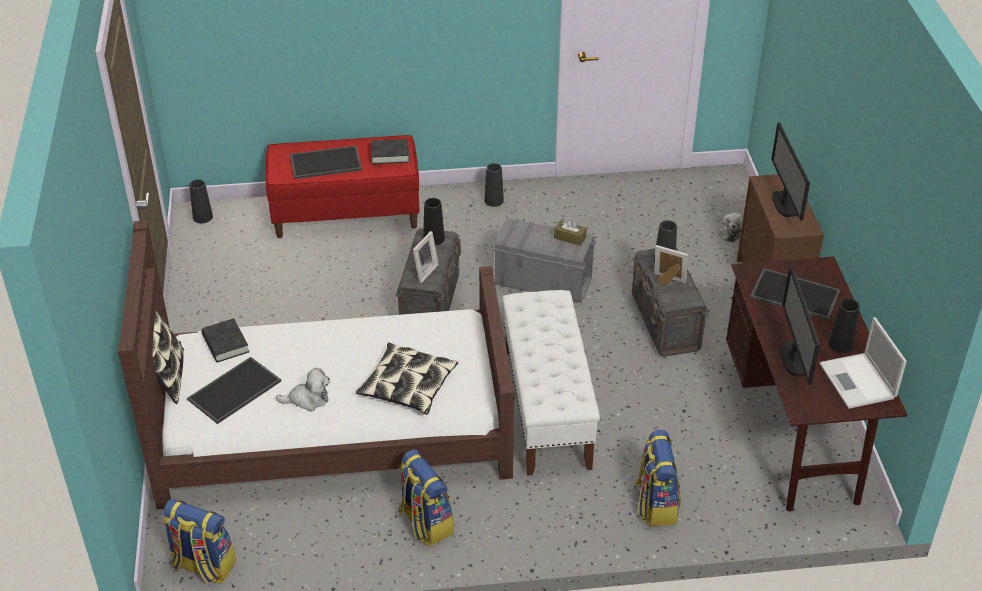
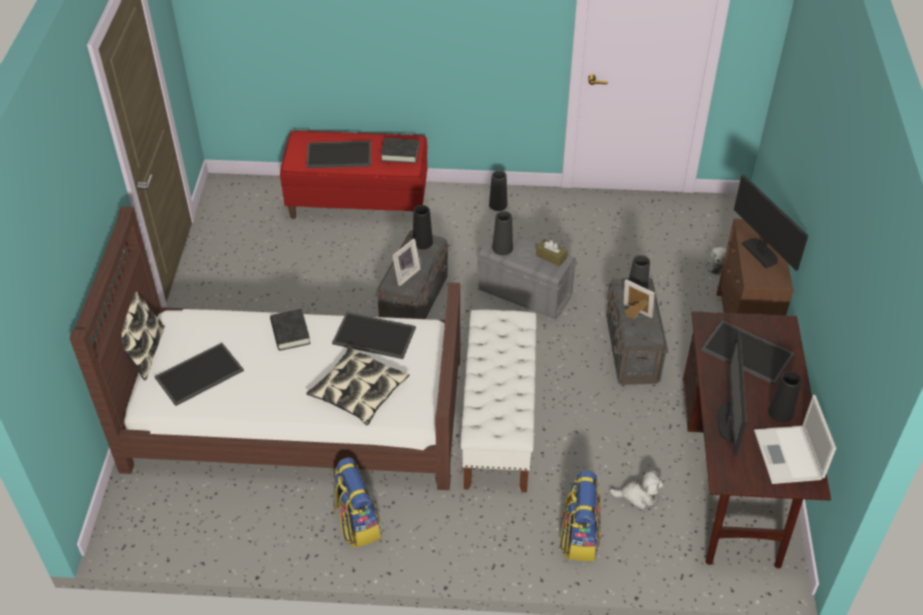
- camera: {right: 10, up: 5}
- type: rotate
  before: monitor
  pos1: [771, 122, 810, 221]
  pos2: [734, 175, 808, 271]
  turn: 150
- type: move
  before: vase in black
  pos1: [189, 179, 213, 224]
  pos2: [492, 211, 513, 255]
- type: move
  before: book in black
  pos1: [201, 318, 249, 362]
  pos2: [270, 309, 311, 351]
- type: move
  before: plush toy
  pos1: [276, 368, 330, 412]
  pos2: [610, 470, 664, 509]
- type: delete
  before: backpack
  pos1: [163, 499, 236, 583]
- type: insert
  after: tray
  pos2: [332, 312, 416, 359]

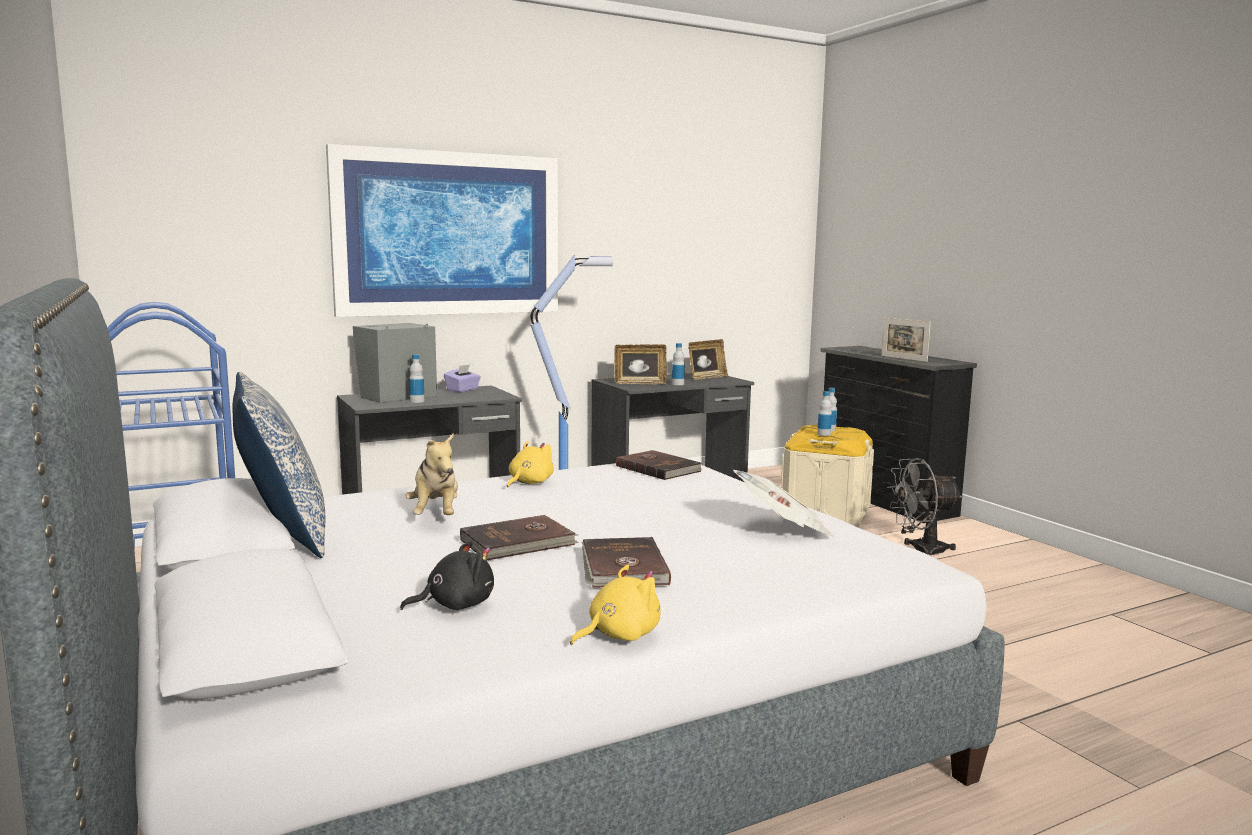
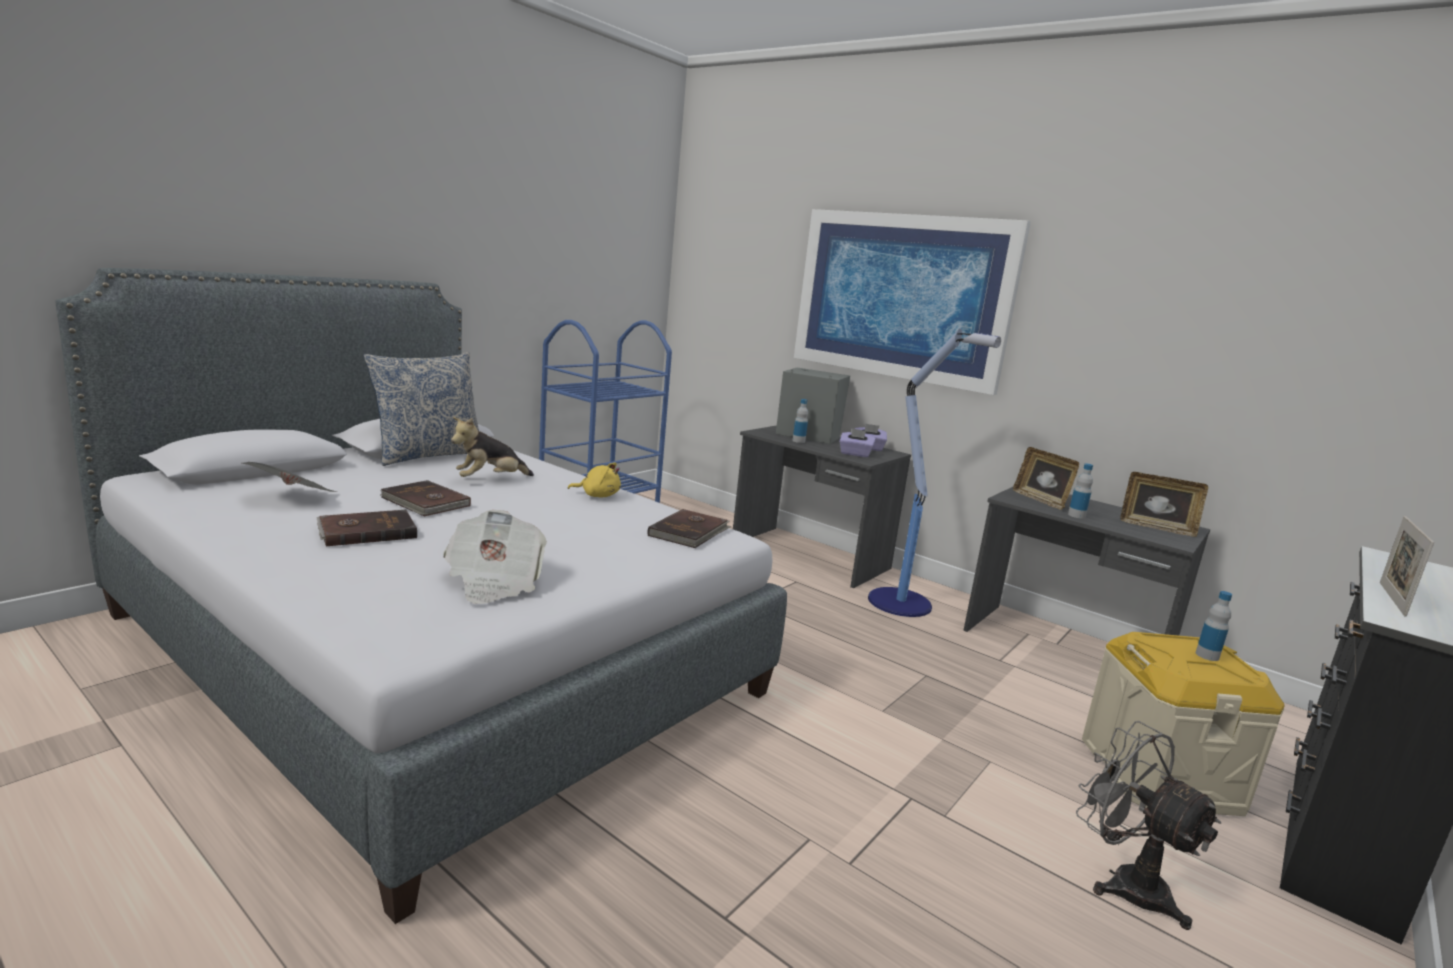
- camera: {right: 65, up: 5}
- type: delete
  before: bottle
  pos1: [817, 391, 832, 436]
- type: replace
  before: plush toy in black
  after: newspaper
  pos1: [400, 541, 494, 610]
  pos2: [242, 462, 339, 492]
- type: delete
  before: plush toy in yellow
  pos1: [570, 565, 661, 645]
- type: insert
  after: tissue box in purple
  pos2: [839, 428, 876, 458]

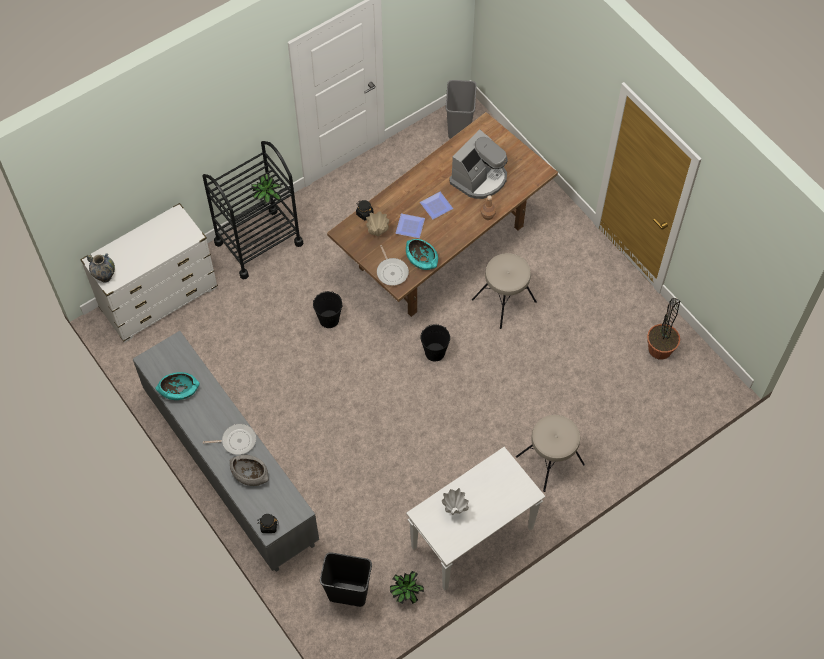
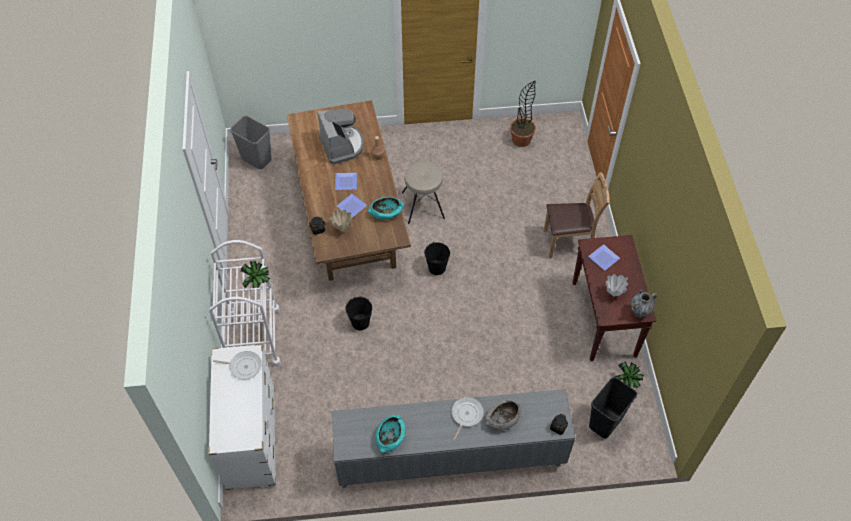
- camera: {right: -60, up: -5}
- type: recolor
  before: cart in black
  after: cart in white
  pos1: [202, 141, 303, 280]
  pos2: [209, 240, 281, 367]
- type: move
  before: frying pan
  pos1: [377, 245, 409, 286]
  pos2: [213, 351, 262, 380]
- type: move
  before: vase
  pos1: [86, 253, 115, 283]
  pos2: [631, 290, 657, 318]
- type: replace
  before: stool in beige
  after: chair in brown
  pos1: [516, 415, 585, 492]
  pos2: [544, 172, 610, 258]
- type: recolor
  before: console table in white
  after: console table in brown
  pos1: [406, 447, 545, 590]
  pos2: [572, 235, 656, 361]
- type: insert
  after: plate
  pos2: [588, 244, 620, 271]

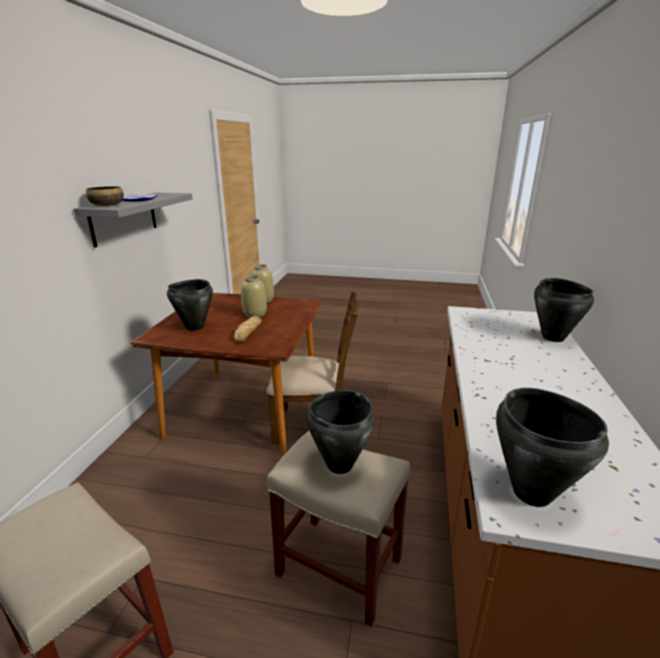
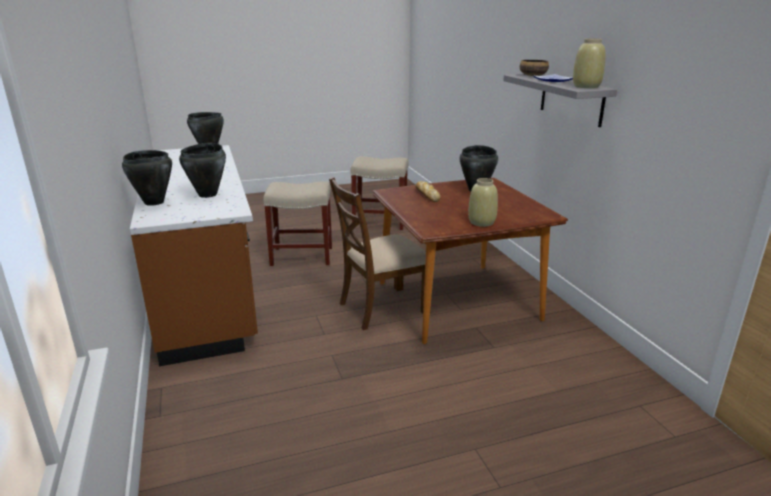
- camera: {right: 150, up: 0}
- type: move
  before: vase in beige
  pos1: [241, 275, 267, 317]
  pos2: [573, 38, 606, 88]
- type: move
  before: cooking pot in black
  pos1: [306, 390, 375, 474]
  pos2: [179, 143, 226, 198]

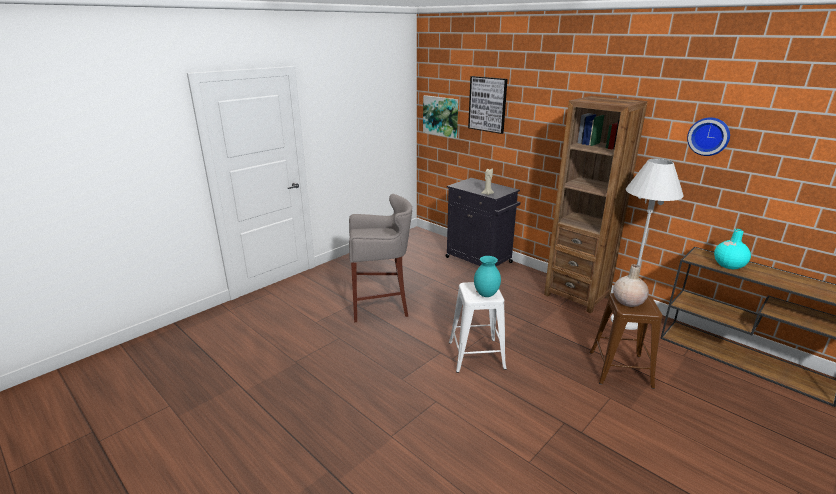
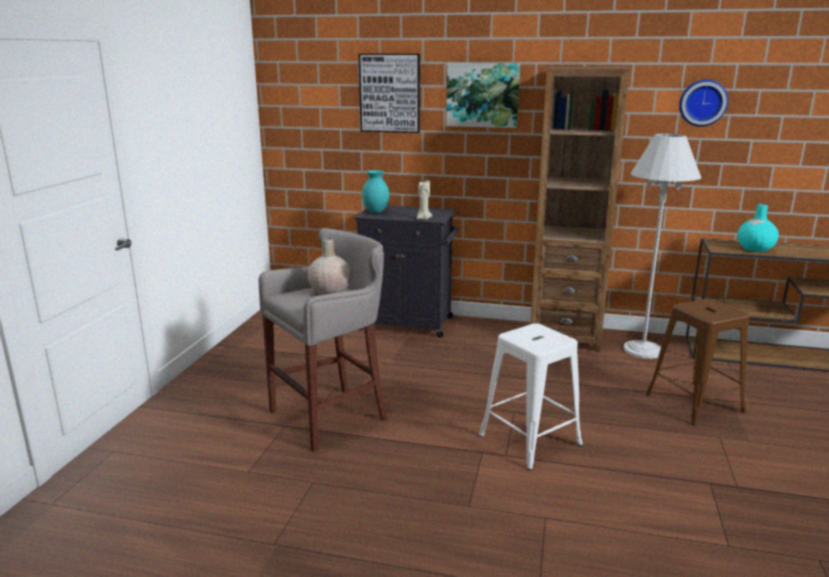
- camera: {right: -30, up: -5}
- type: move
  before: picture
  pos1: [423, 95, 458, 139]
  pos2: [446, 63, 520, 128]
- type: move
  before: vase in turquoise
  pos1: [474, 256, 501, 297]
  pos2: [362, 170, 389, 213]
- type: move
  before: vase in beige
  pos1: [613, 264, 649, 307]
  pos2: [307, 238, 352, 295]

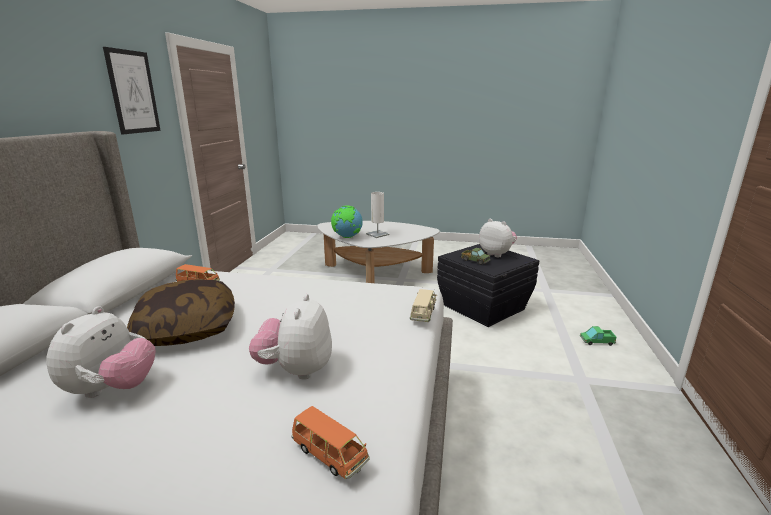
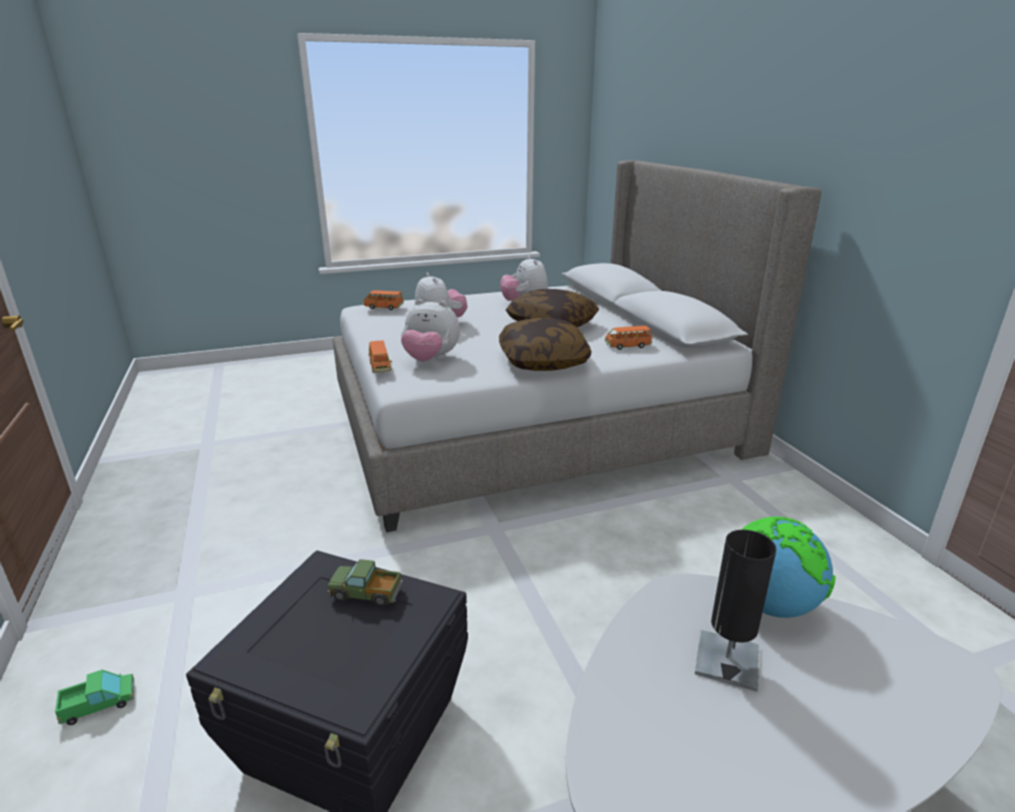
- camera: {right: 150, up: 5}
- type: delete
  before: picture
  pos1: [103, 47, 161, 135]
- type: recolor
  before: table lamp in white
  after: table lamp in black
  pos1: [366, 192, 389, 238]
  pos2: [695, 530, 776, 691]
- type: move
  before: plush toy
  pos1: [479, 219, 517, 257]
  pos2: [401, 299, 460, 361]
- type: recolor
  before: toy car in beige
  after: toy car in orange
  pos1: [410, 289, 437, 322]
  pos2: [368, 340, 392, 373]
- type: insert
  after: pillow
  pos2: [499, 318, 592, 371]

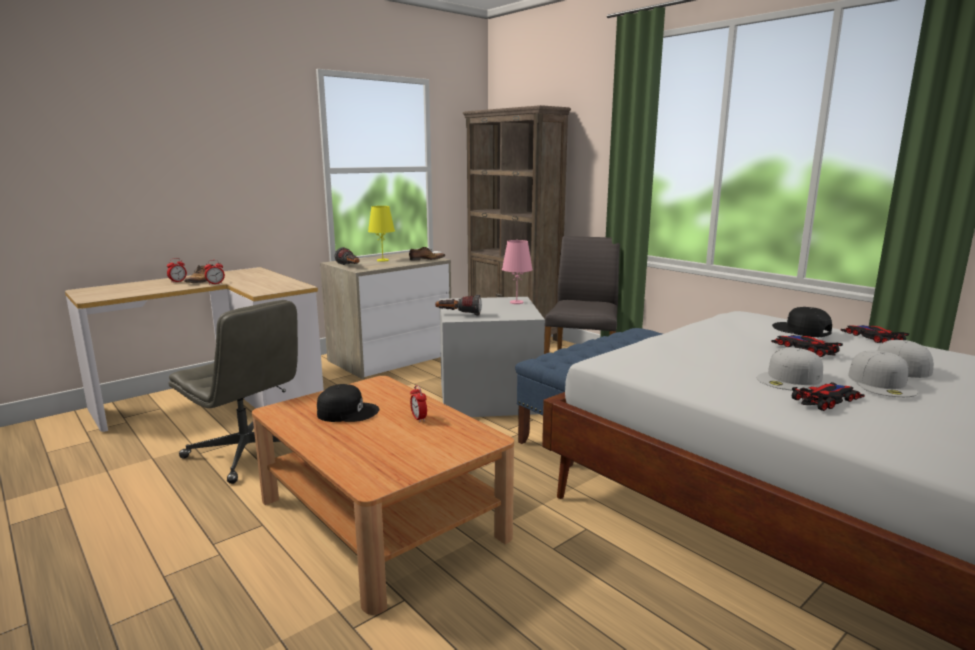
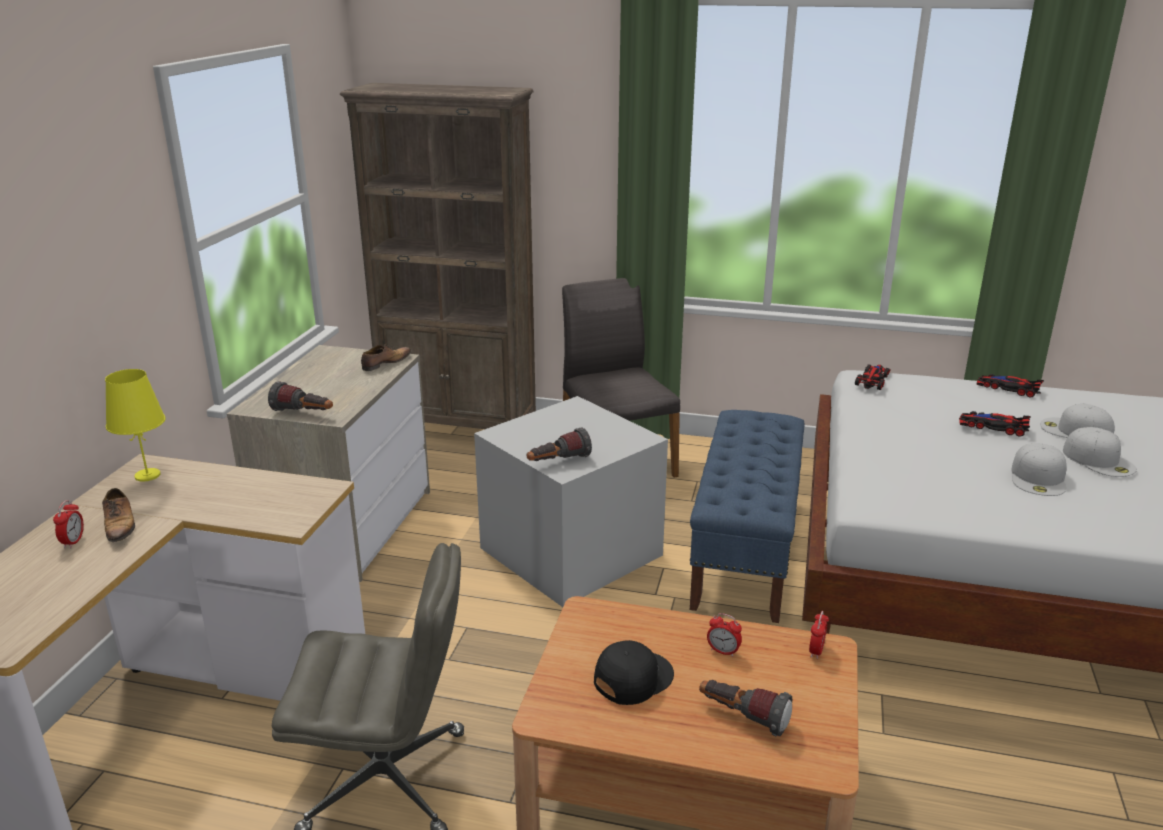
- camera: {right: -35, up: 10}
- type: move
  before: table lamp in yellow
  pos1: [368, 206, 395, 262]
  pos2: [105, 369, 166, 482]
- type: delete
  before: table lamp in pink
  pos1: [502, 240, 533, 304]
- type: move
  before: alarm clock
  pos1: [204, 260, 225, 285]
  pos2: [809, 611, 829, 659]
- type: delete
  before: cap in black
  pos1: [772, 307, 832, 337]
- type: move
  before: toy car
  pos1: [792, 382, 865, 411]
  pos2: [855, 364, 891, 390]
- type: insert
  after: flashlight
  pos2: [699, 680, 792, 736]

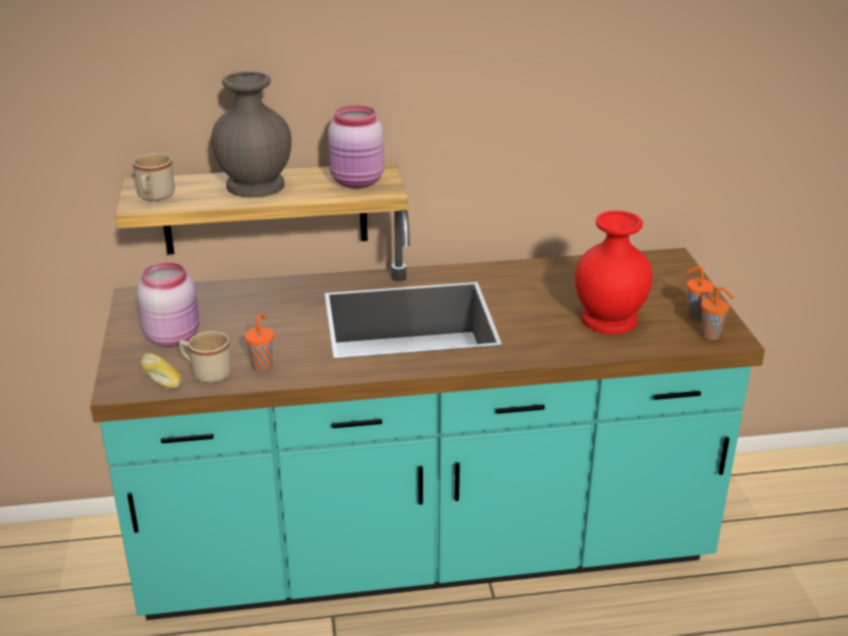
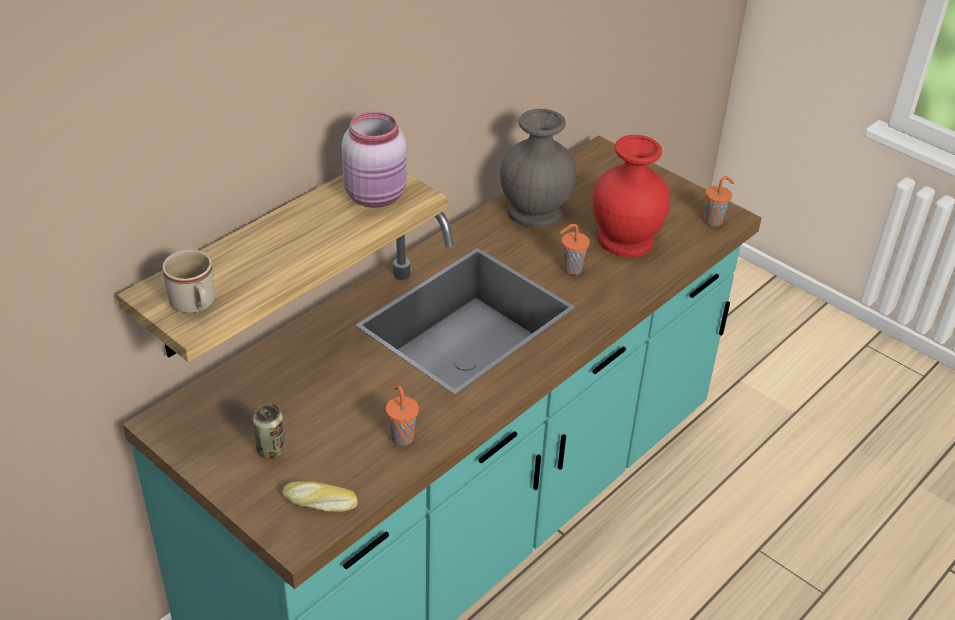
- camera: {right: -40, up: 10}
- type: move
  before: vase in grey
  pos1: [211, 71, 291, 198]
  pos2: [500, 109, 577, 228]
- type: replace
  before: jar in pink
  after: can
  pos1: [137, 262, 199, 347]
  pos2: [253, 403, 286, 459]
- type: move
  before: cup in orange
  pos1: [687, 266, 714, 320]
  pos2: [560, 224, 590, 275]
- type: delete
  before: mug in beige
  pos1: [179, 331, 232, 383]

